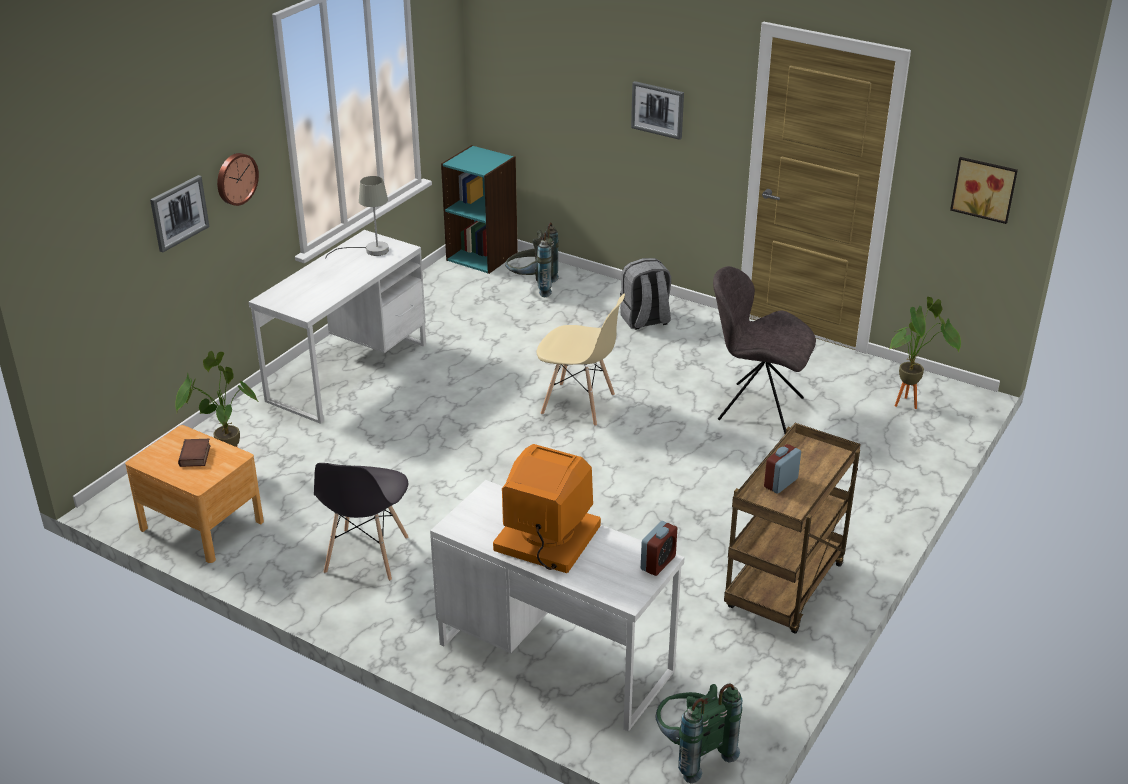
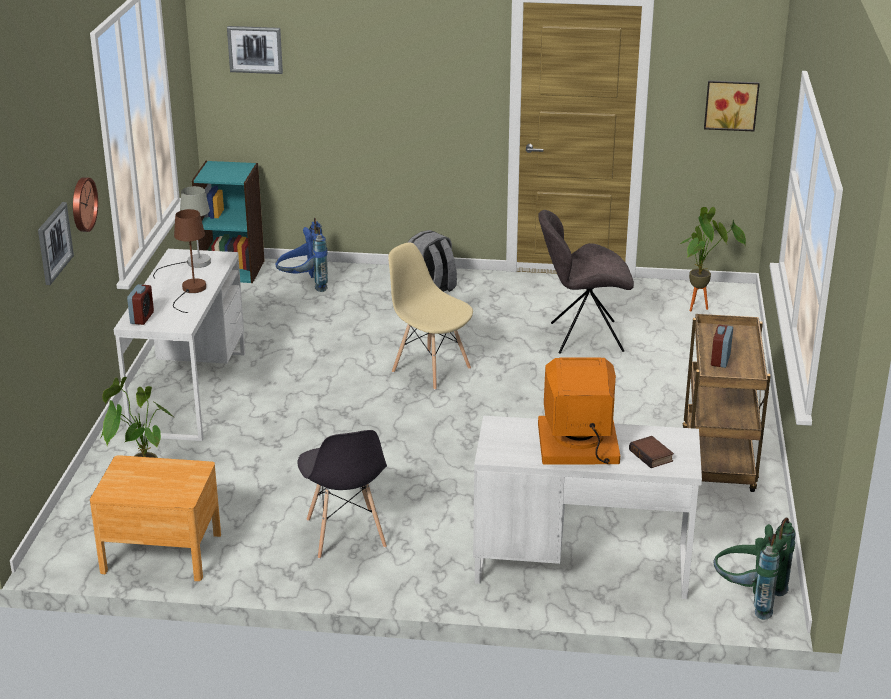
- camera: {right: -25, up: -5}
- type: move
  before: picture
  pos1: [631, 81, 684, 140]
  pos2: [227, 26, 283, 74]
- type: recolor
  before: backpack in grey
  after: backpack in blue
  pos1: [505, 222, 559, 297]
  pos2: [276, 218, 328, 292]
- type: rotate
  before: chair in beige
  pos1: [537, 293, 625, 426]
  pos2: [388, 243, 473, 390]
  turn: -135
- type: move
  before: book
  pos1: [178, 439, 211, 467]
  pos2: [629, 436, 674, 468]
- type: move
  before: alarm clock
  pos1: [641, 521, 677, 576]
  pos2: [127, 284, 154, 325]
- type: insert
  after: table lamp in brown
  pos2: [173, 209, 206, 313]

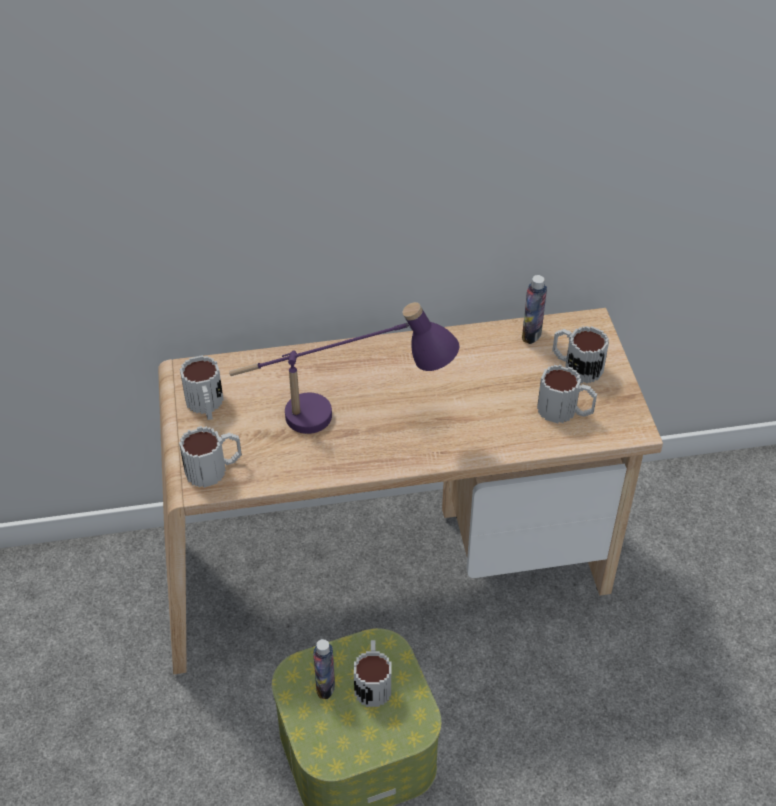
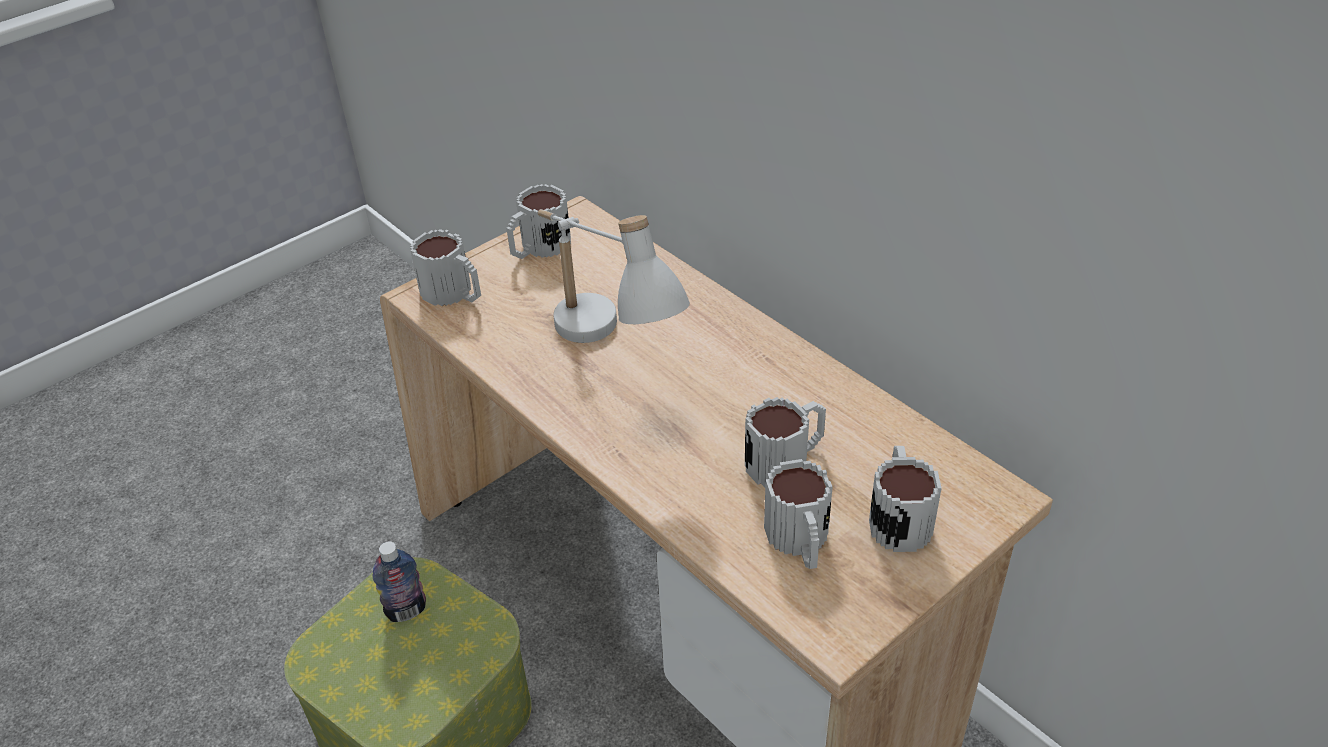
- camera: {right: 60, up: -5}
- type: delete
  before: bottle
  pos1: [522, 275, 547, 344]
- type: recolor
  before: table lamp in purple
  after: table lamp in white
  pos1: [229, 302, 459, 434]
  pos2: [538, 209, 690, 343]
- type: move
  before: mug
  pos1: [354, 640, 391, 707]
  pos2: [745, 397, 826, 487]

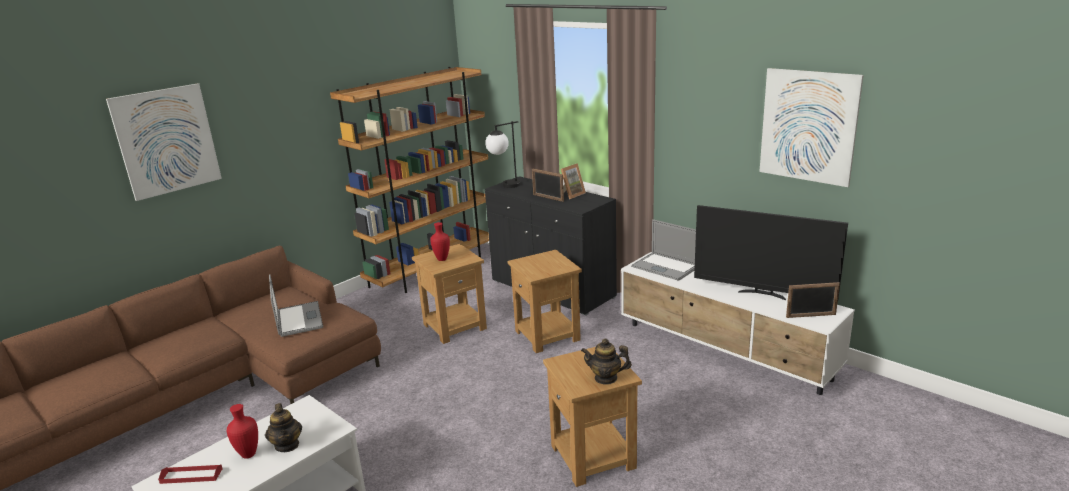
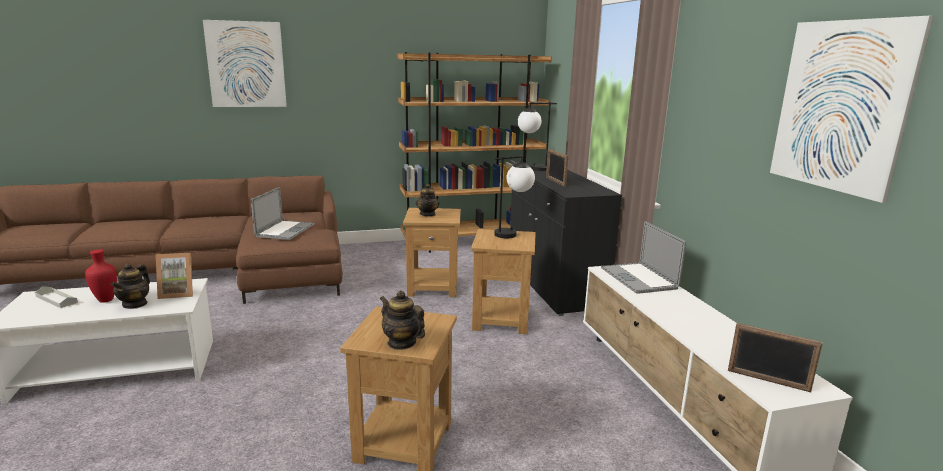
- camera: {right: 30, up: -5}
- type: move
  before: picture frame
  pos1: [561, 163, 586, 199]
  pos2: [156, 253, 193, 299]
- type: delete
  before: television
  pos1: [694, 205, 848, 301]
- type: replace
  before: vase in red
  after: teapot
  pos1: [430, 222, 450, 261]
  pos2: [416, 183, 440, 217]
- type: recolor
  before: tray in red
  after: tray in grey
  pos1: [158, 464, 223, 484]
  pos2: [35, 286, 78, 308]
- type: insert
  after: table lamp
  pos2: [494, 156, 535, 238]

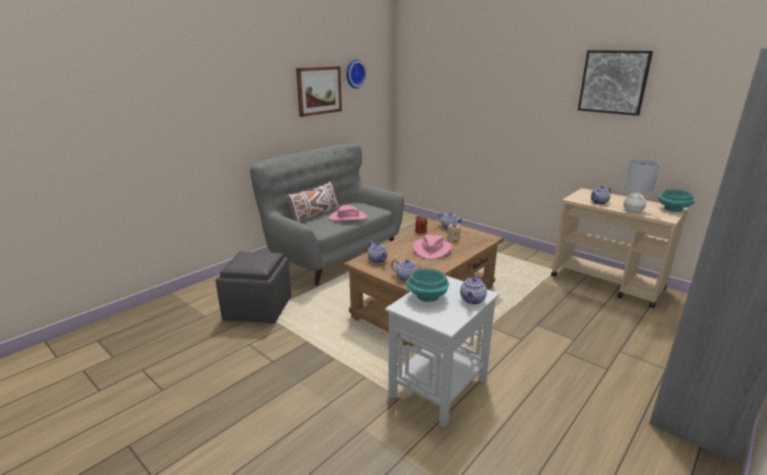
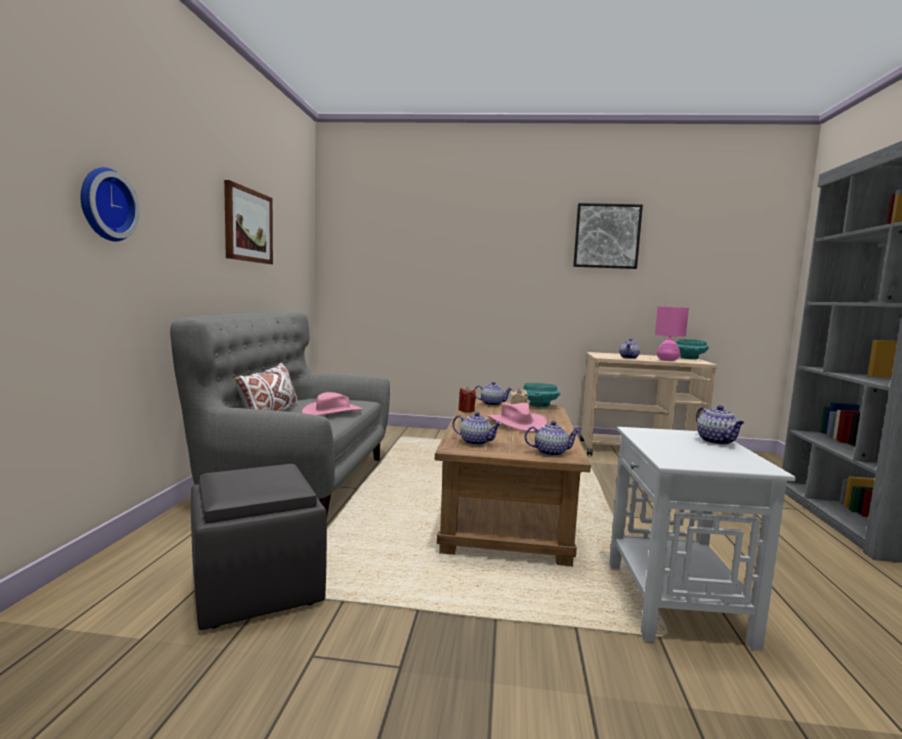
- camera: {right: -35, up: -15}
- type: move
  before: wall clock
  pos1: [346, 59, 367, 89]
  pos2: [80, 167, 140, 241]
- type: recolor
  before: table lamp in grey
  after: table lamp in pink
  pos1: [623, 159, 660, 213]
  pos2: [655, 306, 689, 361]
- type: move
  before: bowl in turquoise
  pos1: [406, 268, 449, 302]
  pos2: [523, 383, 560, 407]

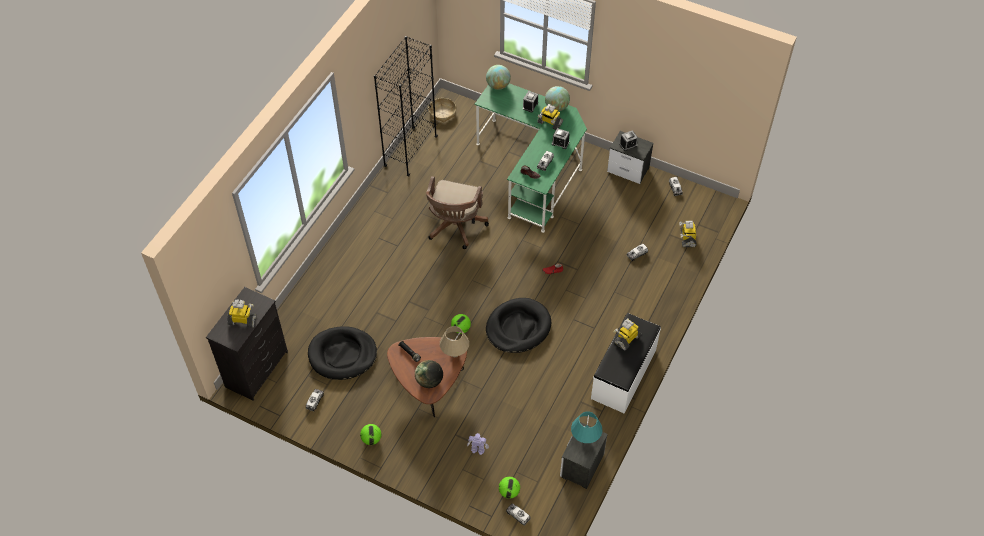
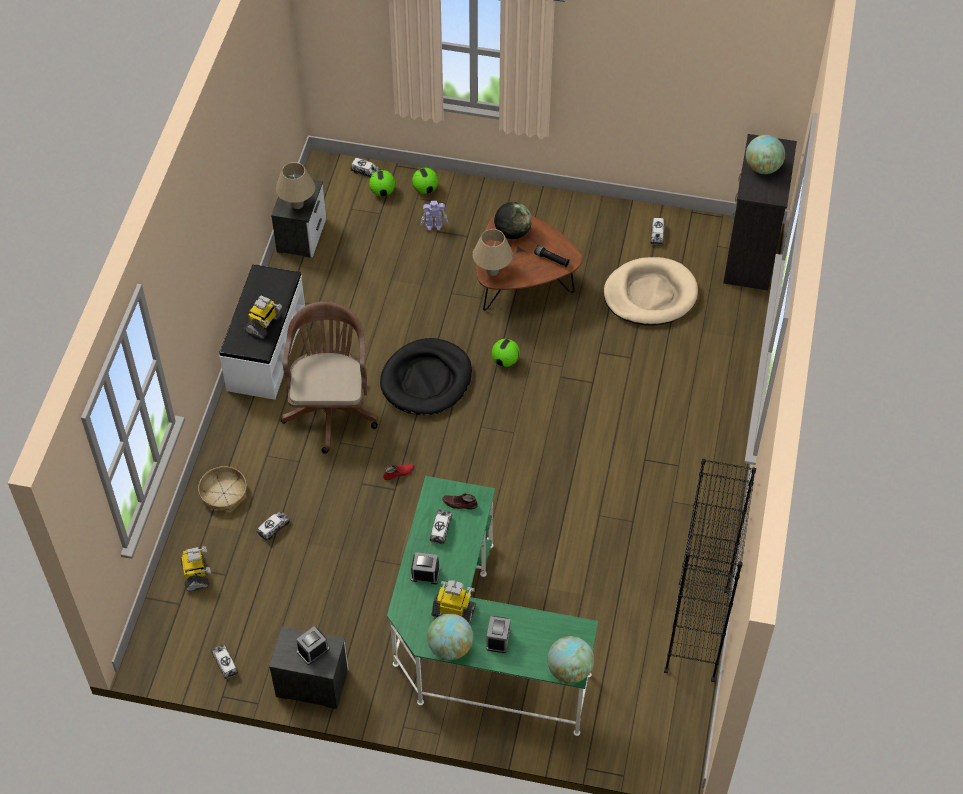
- camera: {right: 165, up: 0}
- type: move
  before: basket
  pos1: [428, 98, 456, 122]
  pos2: [198, 466, 247, 511]
- type: move
  before: office chair in brown
  pos1: [426, 176, 489, 249]
  pos2: [281, 301, 378, 454]
- type: replace
  before: toy robot
  after: globe
  pos1: [228, 299, 257, 328]
  pos2: [746, 135, 785, 174]
- type: recolor
  before: dog bed in black
  after: dog bed in beige
  pos1: [308, 326, 377, 380]
  pos2: [603, 257, 698, 326]
- type: recolor
  before: table lamp in turquoise
  after: table lamp in beige
  pos1: [571, 412, 603, 443]
  pos2: [276, 162, 315, 209]
- type: move
  before: football
  pos1: [360, 424, 381, 445]
  pos2: [412, 168, 438, 194]

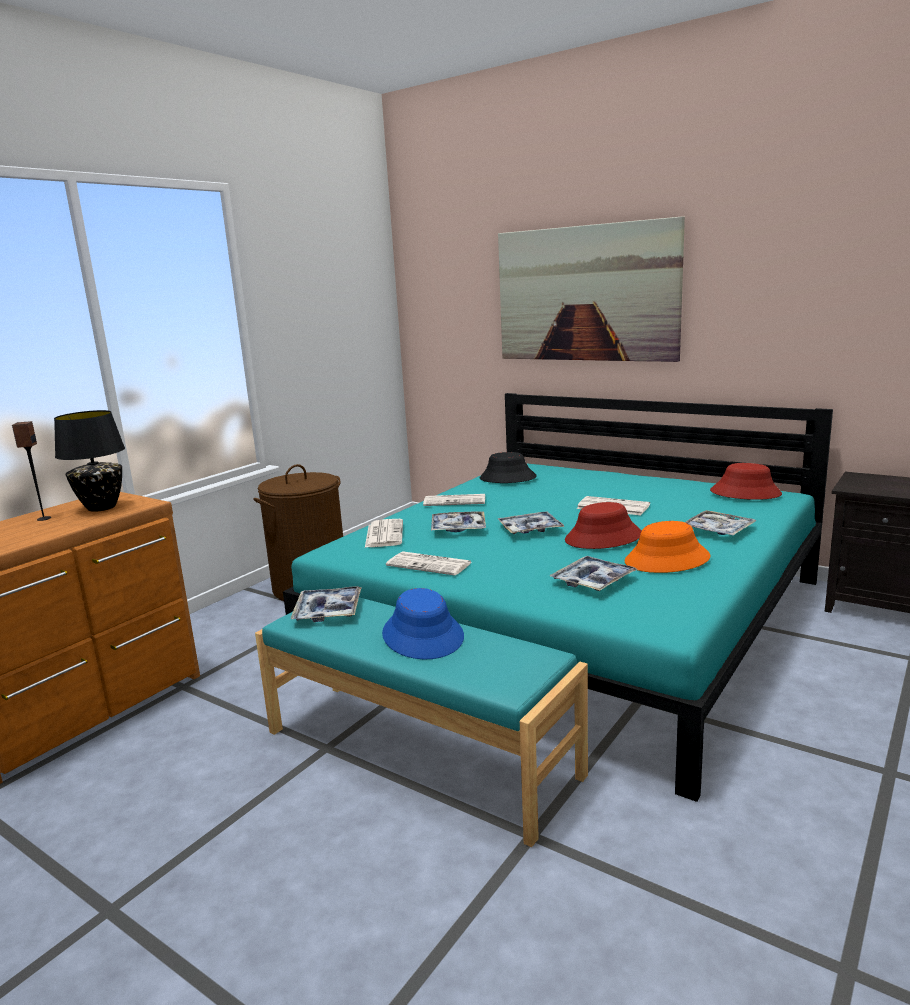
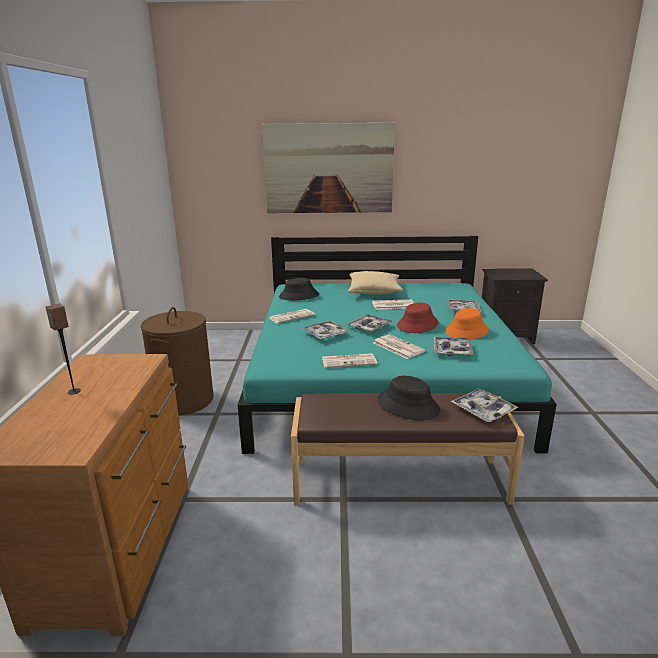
- camera: {right: -35, up: 5}
- type: delete
  before: table lamp in black
  pos1: [54, 410, 125, 512]
- type: delete
  before: hat in red
  pos1: [710, 463, 782, 500]
- type: move
  before: newspaper
  pos1: [365, 519, 403, 547]
  pos2: [373, 334, 426, 359]
- type: move
  before: tray
  pos1: [290, 586, 362, 622]
  pos2: [451, 389, 519, 422]
- type: recolor
  before: hat in blue
  after: hat in black
  pos1: [382, 588, 464, 659]
  pos2: [377, 376, 440, 420]
- type: recolor
  before: bench in turquoise
  after: bench in brown
  pos1: [255, 597, 588, 847]
  pos2: [291, 393, 524, 505]
- type: insert
  after: pillow in beige
  pos2: [348, 271, 403, 295]

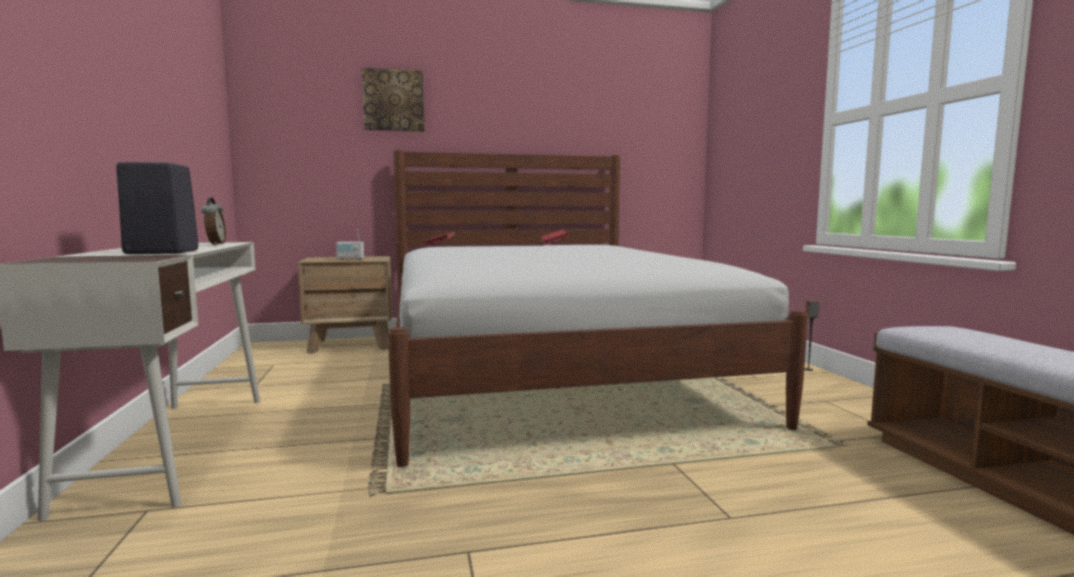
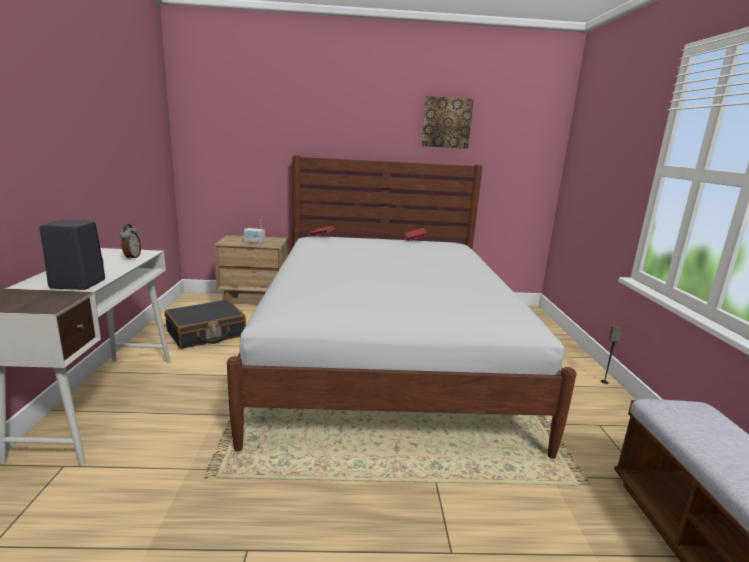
- camera: {right: 10, up: 10}
- type: move
  before: picture
  pos1: [362, 68, 424, 132]
  pos2: [422, 96, 473, 149]
- type: insert
  after: suitcase in black
  pos2: [165, 300, 246, 349]

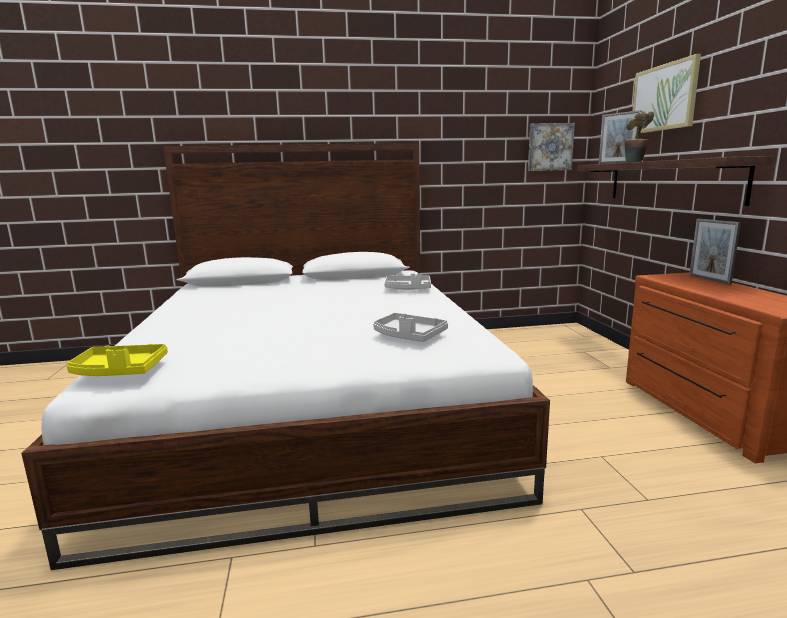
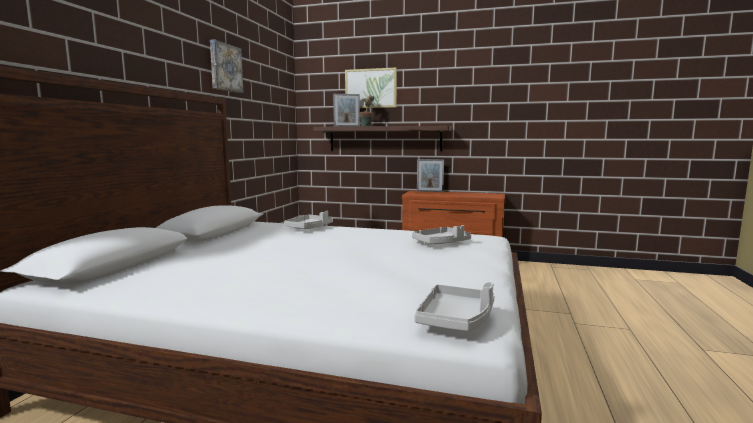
- camera: {right: -65, up: -5}
- type: move
  before: picture
  pos1: [528, 123, 575, 171]
  pos2: [210, 39, 244, 93]
- type: recolor
  before: tray in yellow
  after: tray in grey
  pos1: [67, 344, 168, 376]
  pos2: [414, 282, 495, 331]

